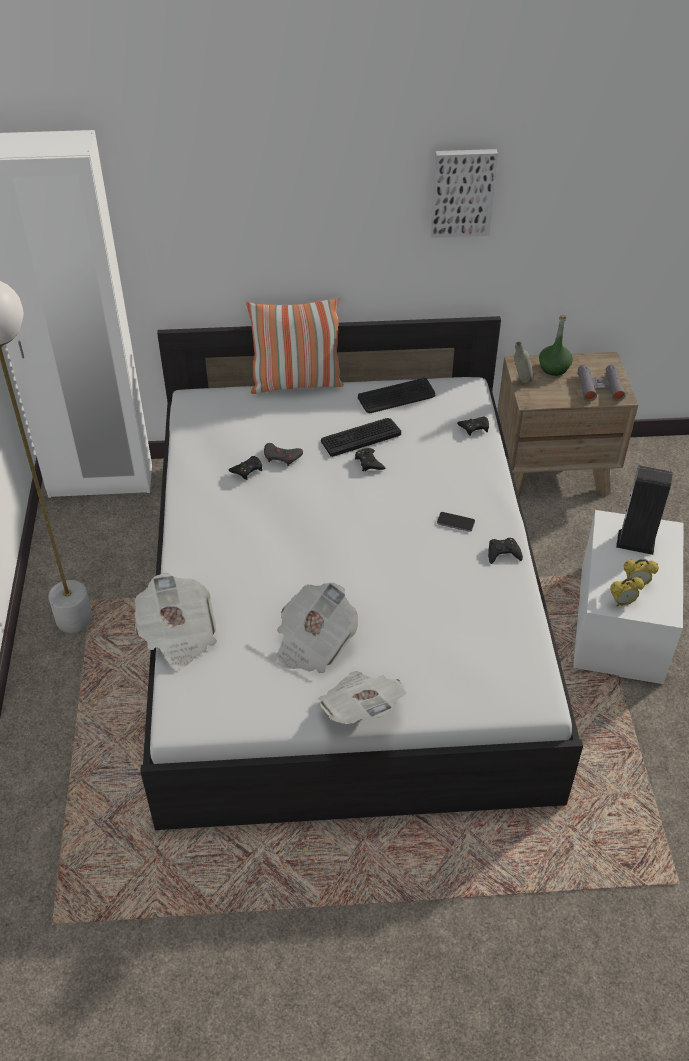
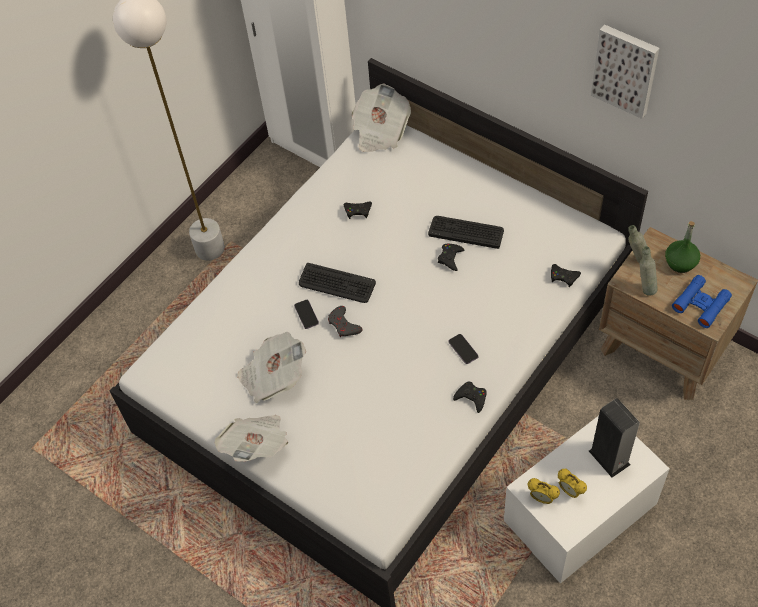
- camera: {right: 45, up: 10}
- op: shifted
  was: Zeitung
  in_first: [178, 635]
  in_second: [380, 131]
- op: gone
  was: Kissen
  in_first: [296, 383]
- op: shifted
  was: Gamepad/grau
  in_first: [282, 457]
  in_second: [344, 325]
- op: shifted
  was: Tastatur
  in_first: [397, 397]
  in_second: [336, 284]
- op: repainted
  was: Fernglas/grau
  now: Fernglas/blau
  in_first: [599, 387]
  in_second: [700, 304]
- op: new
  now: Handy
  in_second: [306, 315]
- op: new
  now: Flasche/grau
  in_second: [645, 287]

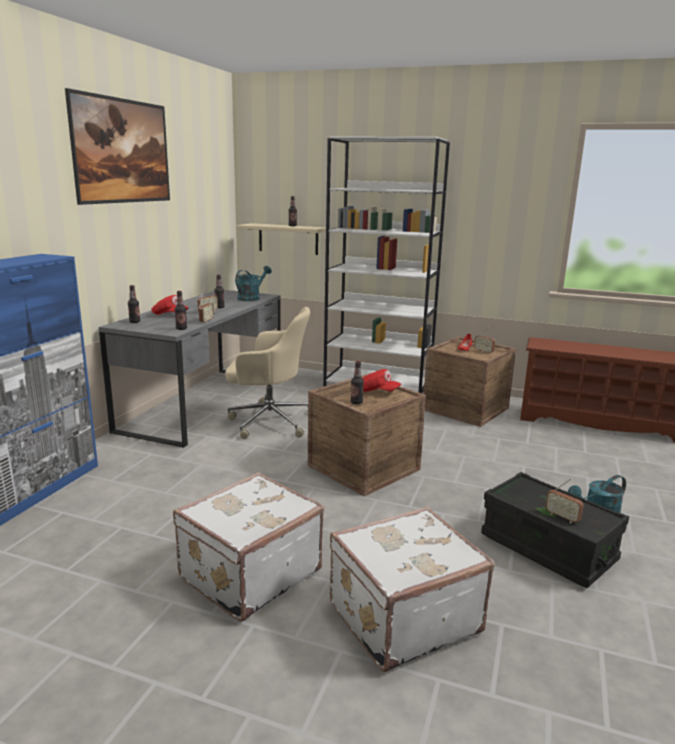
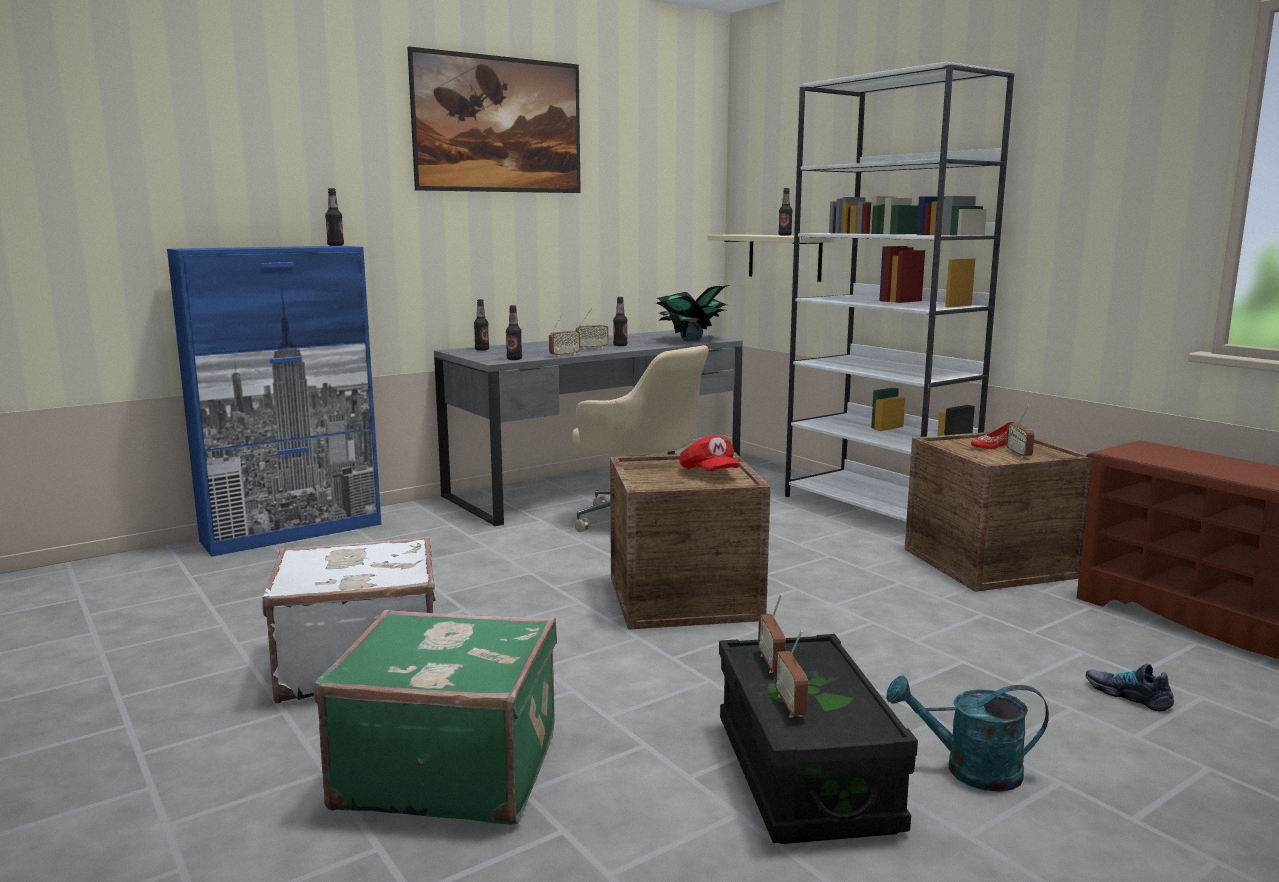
- camera: {right: 35, up: -5}
- op: gone
  was: Kappe/rot
  in_first: [170, 315]
- op: swapped
  was: Gießkanne/türkis
  now: Topfpflanze
  in_first: [251, 298]
  in_second: [690, 340]
- op: repainted
  was: Koffer/weiß
  now: Koffer/grün
  in_first: [402, 617]
  in_second: [449, 769]
- op: shifted
  was: Flasche
  in_first: [356, 402]
  in_second: [335, 245]
- op: new
  now: Radio
  in_second: [771, 663]
- op: new
  now: Schuh
  in_second: [1128, 695]

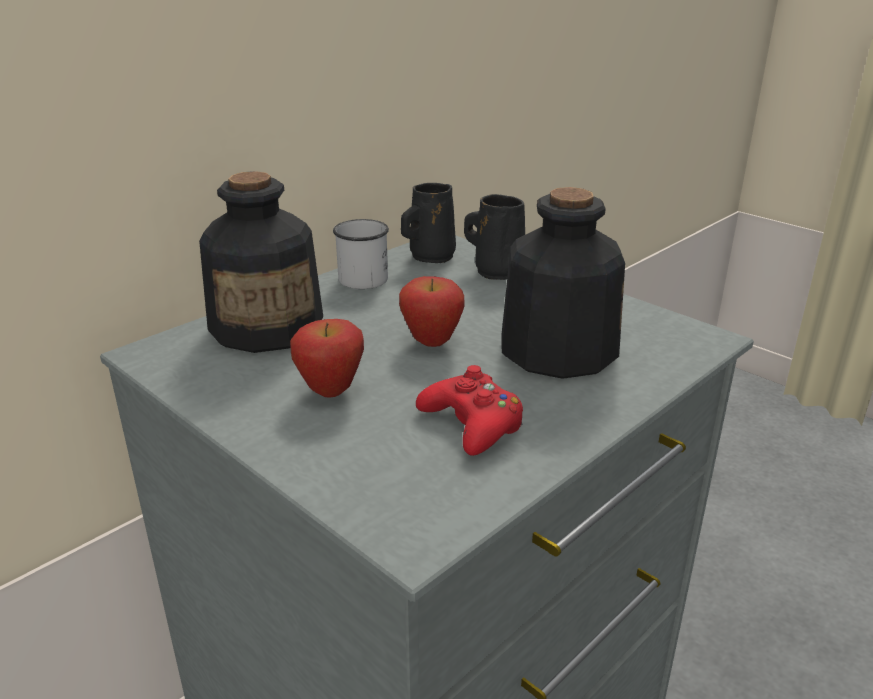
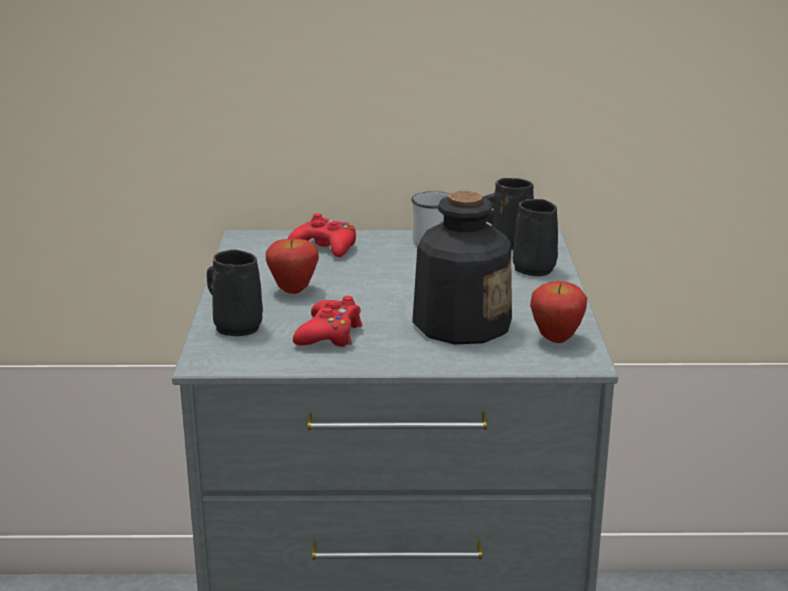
- camera: {right: 45, up: -5}
- op: swapped
  was: Flasche
  now: Gamepad/rot
  in_first: [267, 326]
  in_second: [325, 247]
- op: shifted
  was: Apfel
  in_first: [431, 343]
  in_second: [556, 339]
- op: new
  now: Henkelbecher/schwarz
  in_second: [236, 326]

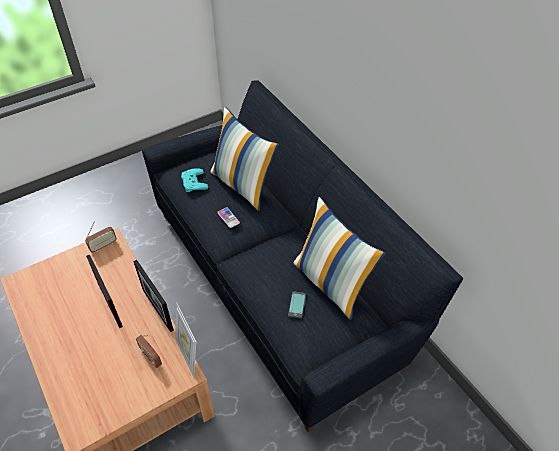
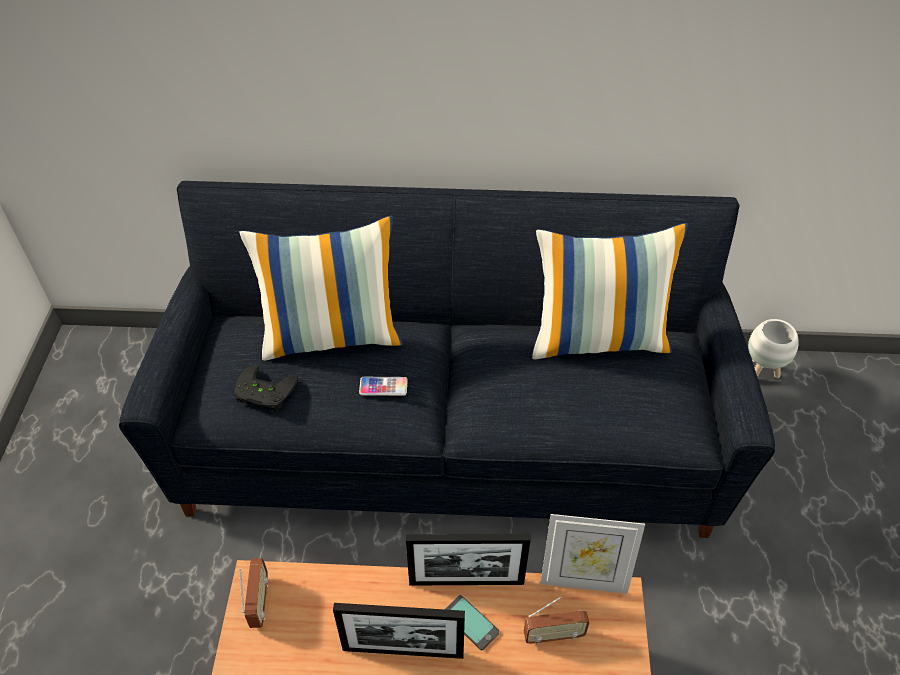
- camera: {right: -55, up: 0}
- op: repainted
  was: Gamepad/türkis
  now: Gamepad/schwarz
  in_first: [192, 182]
  in_second: [263, 394]
- op: shifted
  was: Handy
  in_first: [297, 305]
  in_second: [471, 622]
- op: new
  now: Pflanzkübel/weiß
  in_second: [761, 372]

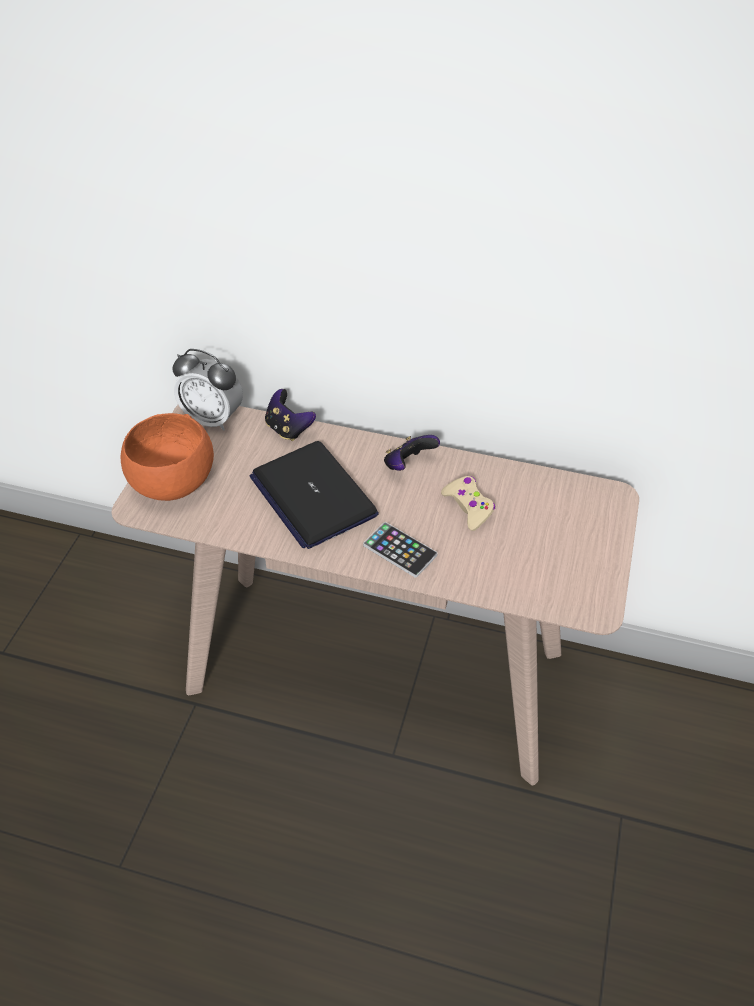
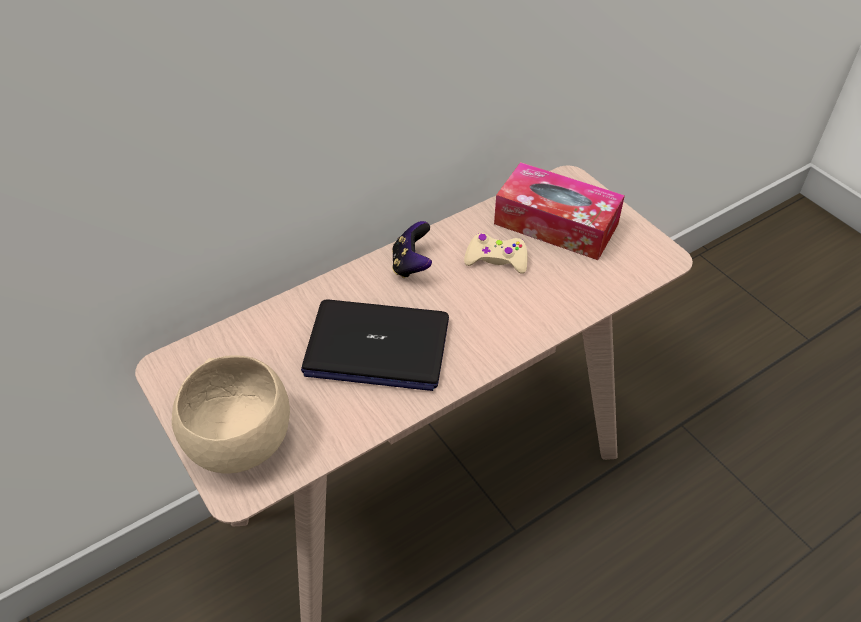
- camera: {right: -50, up: 0}
- op: repainted
  was: Schüssel/orange
  now: Schüssel/beige
  in_first: [172, 484]
  in_second: [241, 443]
- op: gone
  was: Wecker
  in_first: [213, 419]
- op: gone
  was: Gamepad
  in_first: [288, 429]
- op: gone
  was: Handy
  in_first: [400, 550]
- op: new
  now: Taschentuchbox
  in_second: [556, 224]

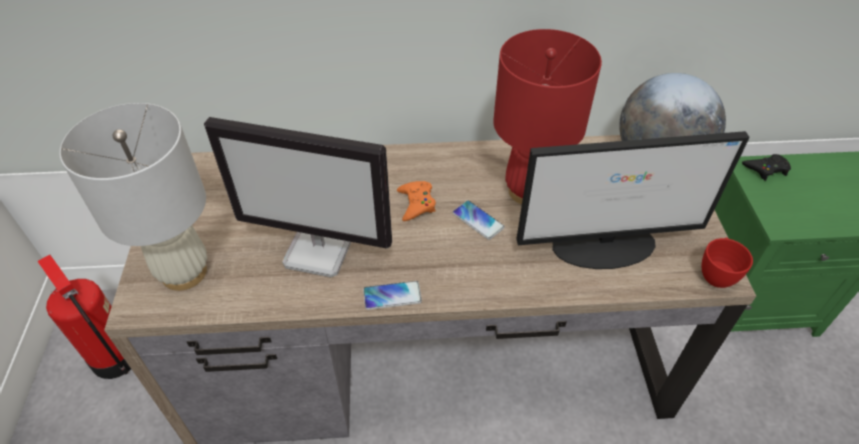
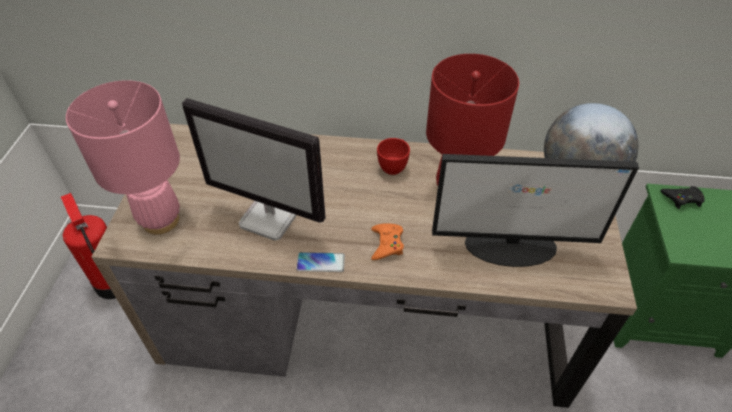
- camera: {right: 10, up: 0}
- op: repainted
  was: Tischlampe/weiß
  now: Tischlampe/rosa
  in_first: [183, 272]
  in_second: [160, 220]
- op: shifted
  was: Gamepad/orange
  in_first: [416, 203]
  in_second: [387, 244]
- op: gone
  was: Handy
  in_first: [478, 220]
- op: shifted
  was: Tasse/rot
  in_first: [716, 273]
  in_second: [394, 166]

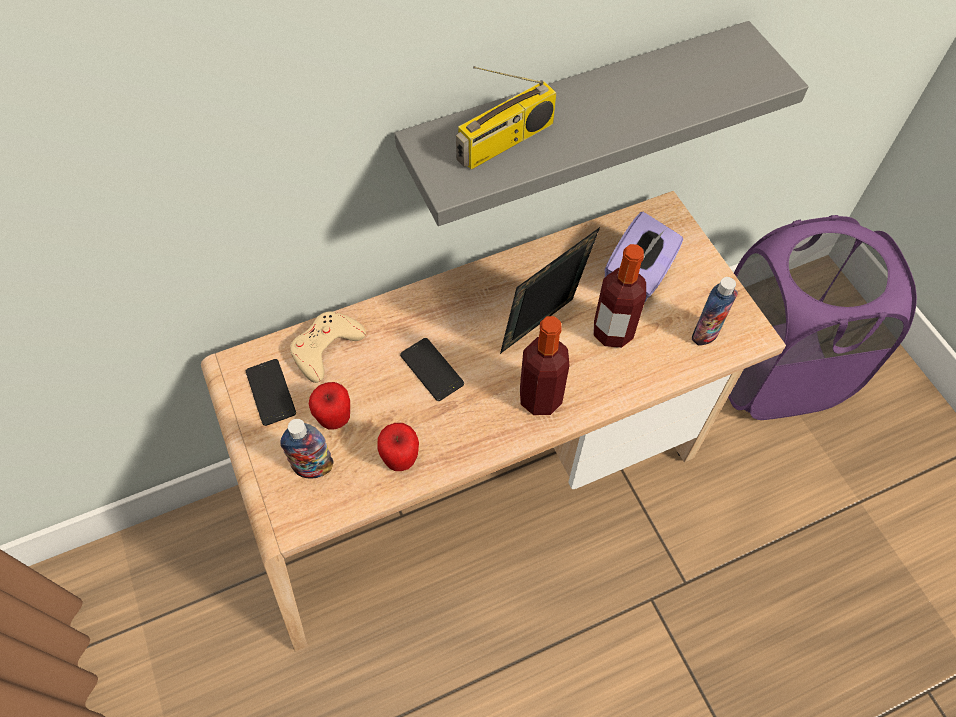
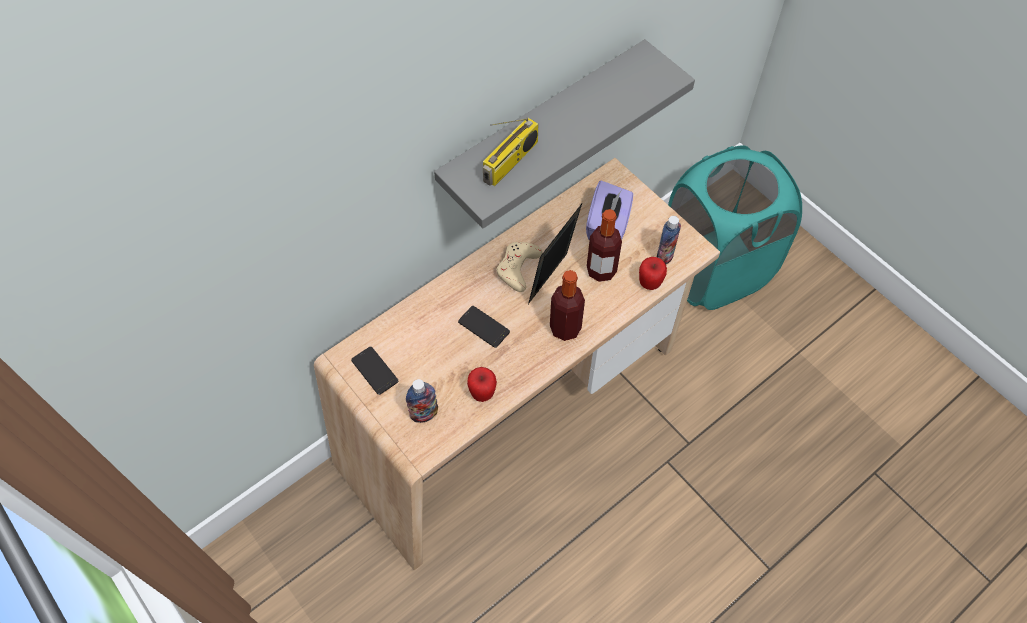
- camera: {right: -15, up: 0}
- op: shifted
  was: Gamepad/beige
  in_first: [326, 348]
  in_second: [518, 268]
- op: shifted
  was: Apfel
  in_first: [334, 418]
  in_second: [650, 283]
- op: repainted
  was: Wäschekorb/lila
  now: Wäschekorb/türkis
  in_first: [774, 371]
  in_second: [714, 270]

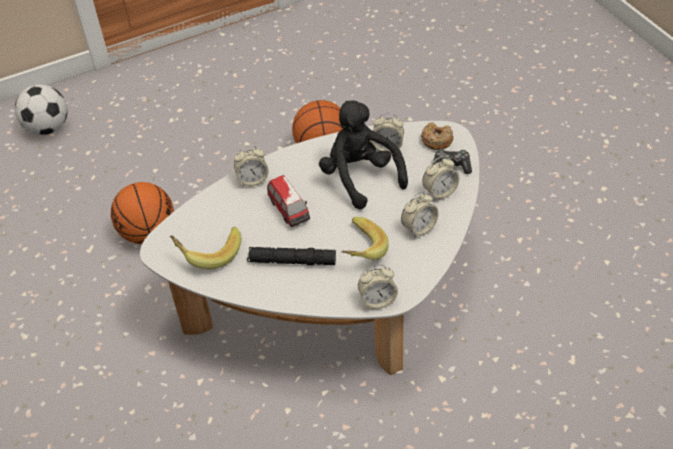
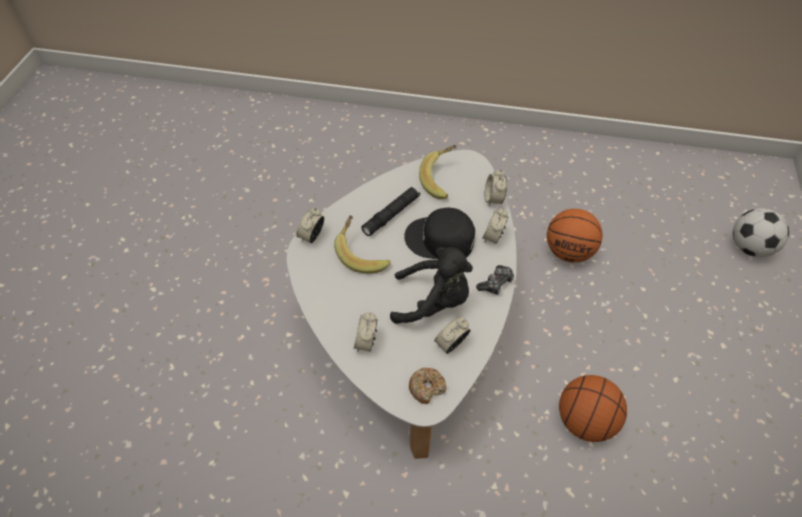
- camera: {right: 125, up: 5}
- op: swapped
  was: Spielzeugauto
  now: Kappe/schwarz
  in_first: [289, 210]
  in_second: [440, 240]
- op: shifted
  was: Wecker
  in_first: [419, 228]
  in_second: [493, 199]
- op: shifted
  was: Gamepad
  in_first: [451, 166]
  in_second: [496, 283]

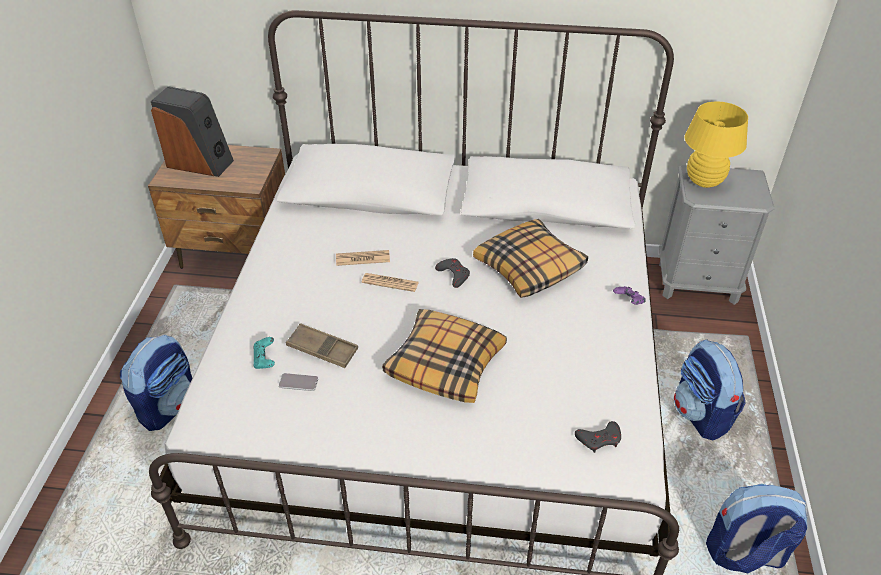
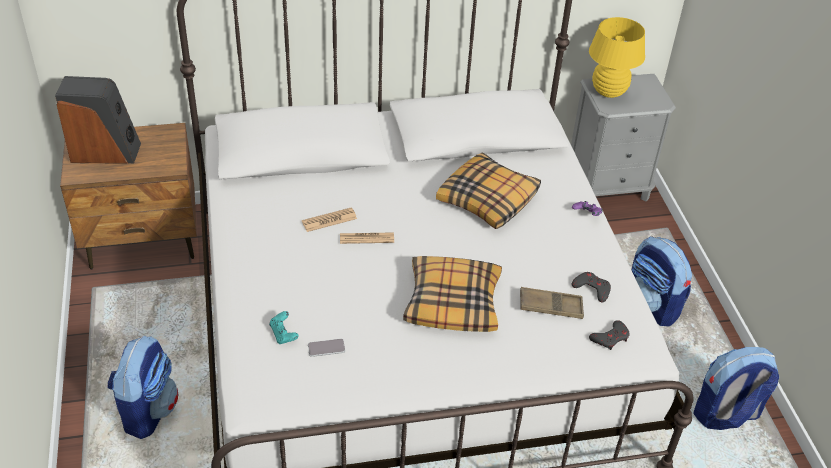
- camera: {right: -20, up: 0}
- op: shifted
  was: Tablett/braun
  in_first: [322, 349]
  in_second: [550, 306]
- op: shifted
  was: Gamepad/grau
  in_first: [453, 274]
  in_second: [592, 289]

